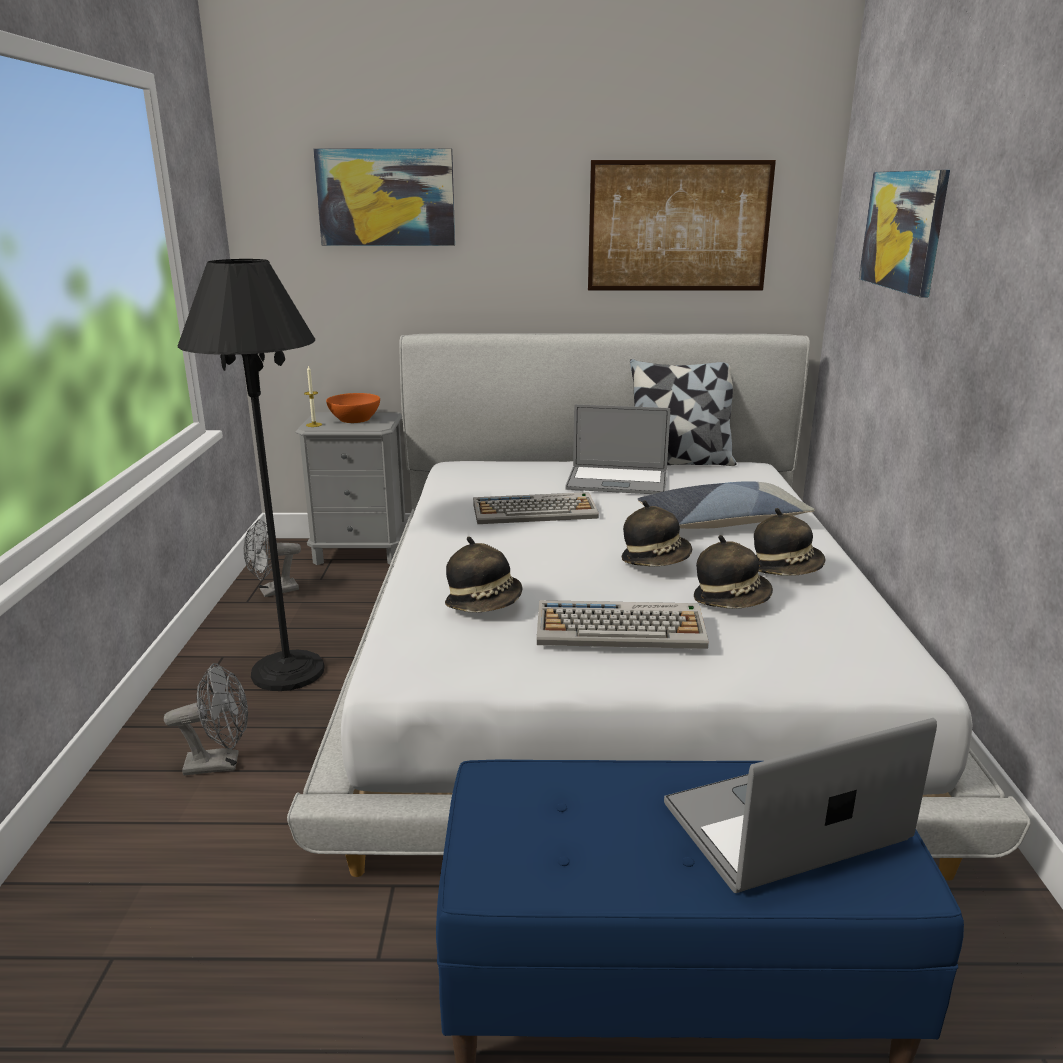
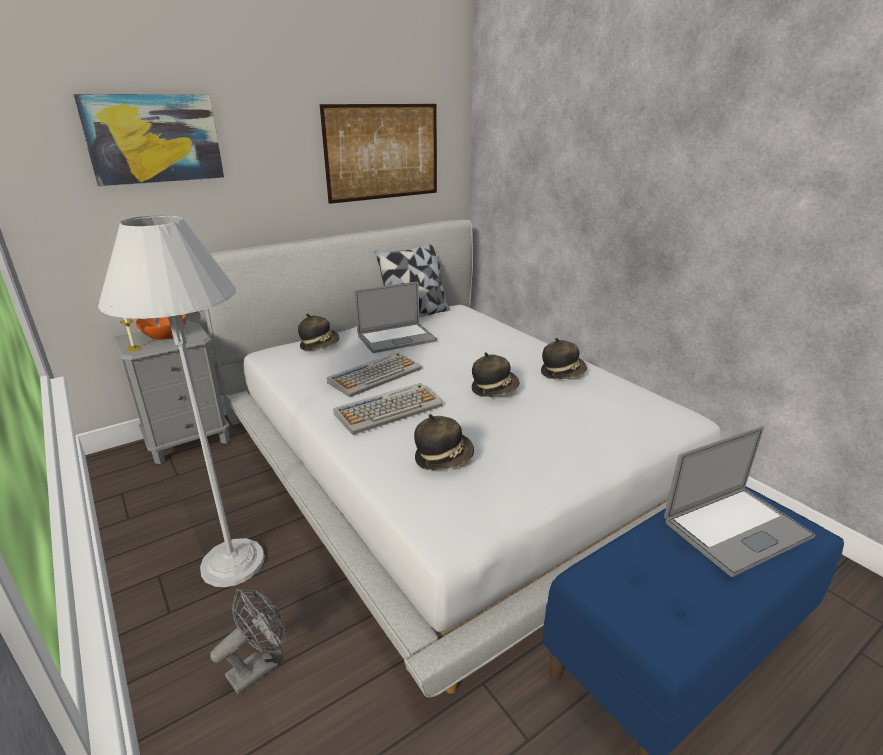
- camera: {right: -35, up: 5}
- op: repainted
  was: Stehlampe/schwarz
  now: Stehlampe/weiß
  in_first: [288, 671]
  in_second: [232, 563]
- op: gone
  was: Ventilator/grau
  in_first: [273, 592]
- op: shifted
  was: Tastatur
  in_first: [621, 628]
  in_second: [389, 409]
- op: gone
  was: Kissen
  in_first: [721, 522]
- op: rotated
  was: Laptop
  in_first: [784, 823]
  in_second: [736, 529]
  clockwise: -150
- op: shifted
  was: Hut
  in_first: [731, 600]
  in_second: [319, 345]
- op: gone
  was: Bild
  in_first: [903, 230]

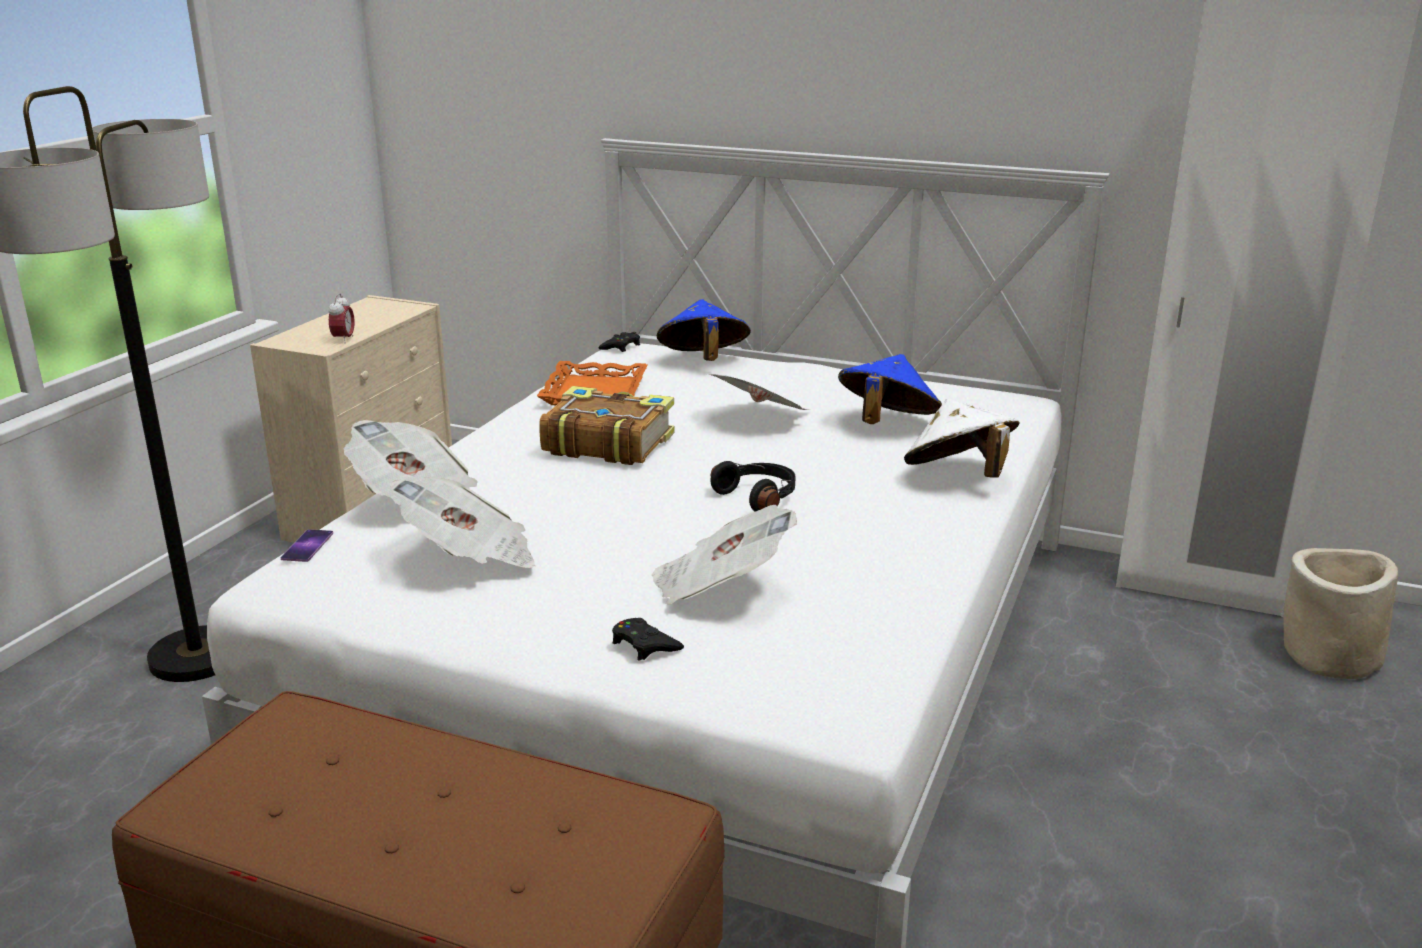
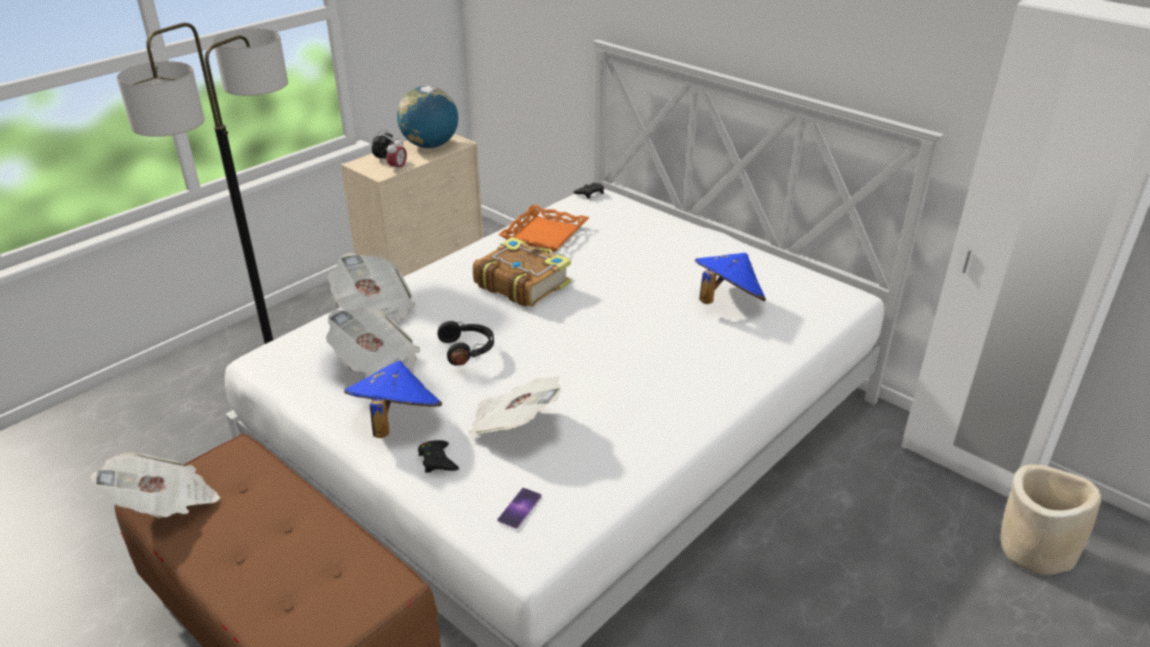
- camera: {right: 20, up: 10}
- op: shifted
  was: Handy
  in_first: [307, 546]
  in_second: [520, 508]
- op: shifted
  was: Hut/blau
  in_first: [703, 361]
  in_second: [396, 421]
- op: shifted
  was: Kopfhörer/schwarz
  in_first: [759, 497]
  in_second: [468, 350]
- op: shifted
  was: Zeitung
  in_first: [761, 420]
  in_second: [165, 504]
- op: gone
  was: Hut/weiß
  in_first: [958, 476]
- op: new
  now: Wecker
  in_second: [385, 159]
- op: new
  now: Globus
  in_second: [430, 145]

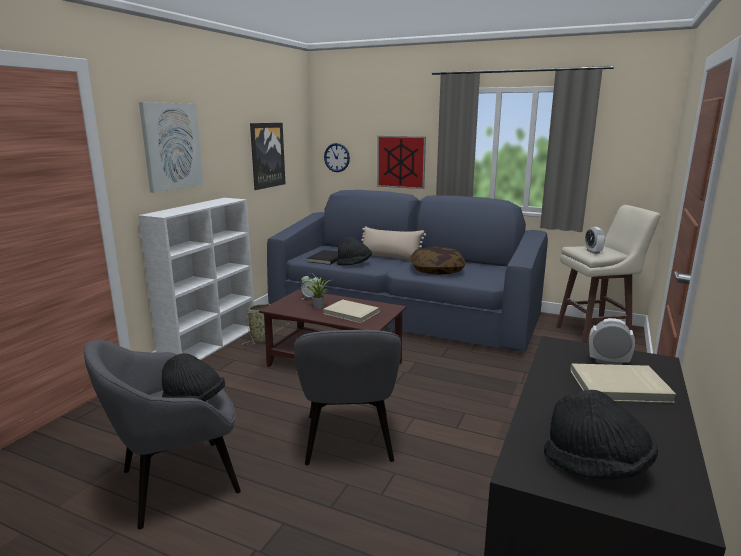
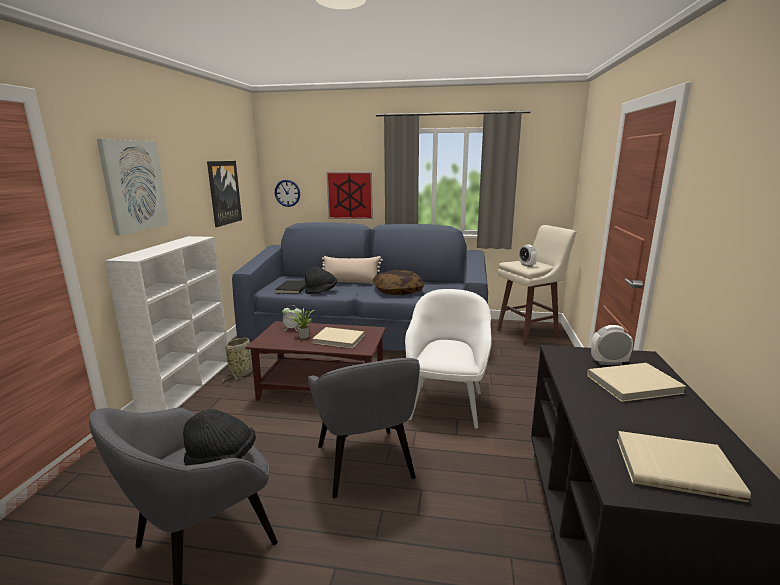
- camera: {right: -15, up: 0}
- op: swapped
  was: Hut/schwarz
  now: Buch/beige
  in_first: [596, 465]
  in_second: [675, 467]
- op: new
  now: Sessel/weiß
  in_second: [446, 404]

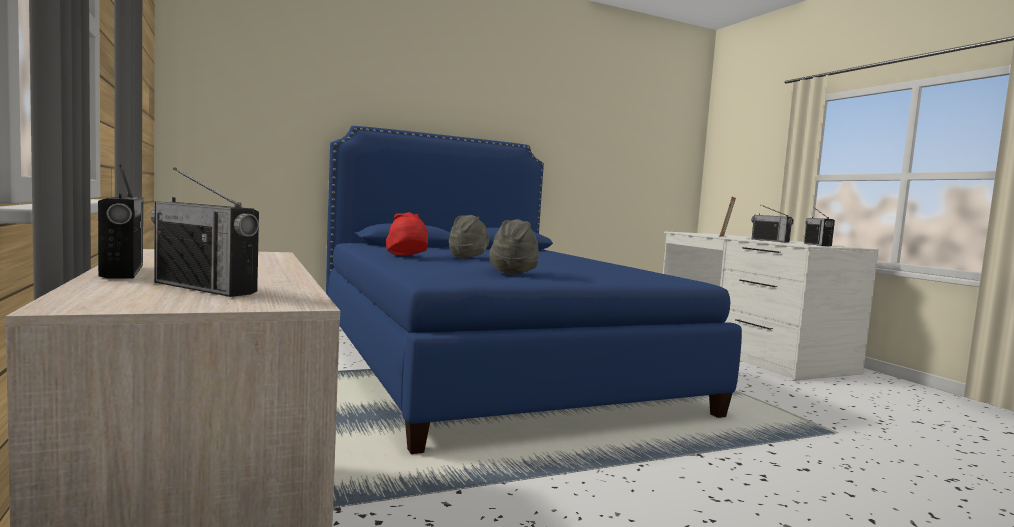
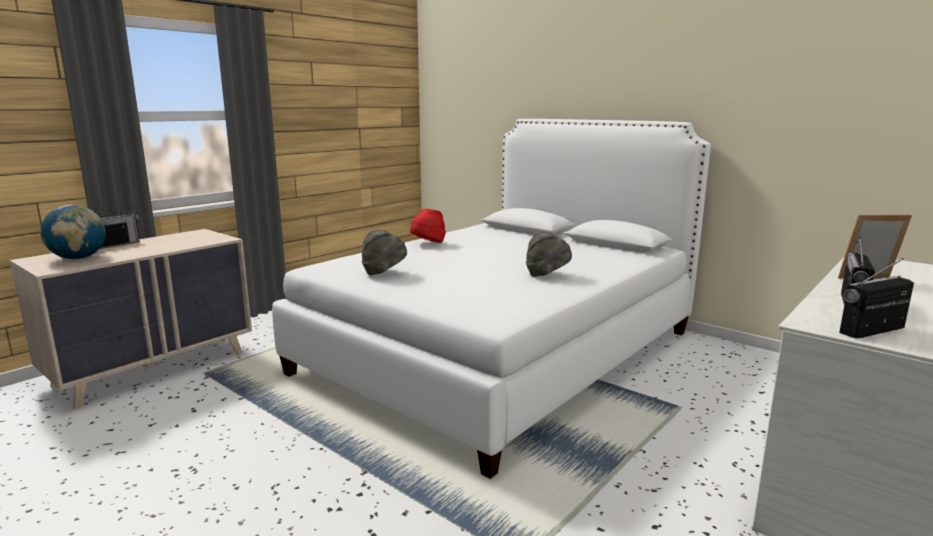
- camera: {right: 65, up: 10}
- op: swapped
  was: Radio
  now: Globus
  in_first: [204, 288]
  in_second: [78, 258]
- op: repainted
  was: Bett/blau
  now: Bett/weiß
  in_first: [489, 364]
  in_second: [501, 351]
- op: shifted
  was: Hut/grau
  in_first: [468, 257]
  in_second: [547, 275]

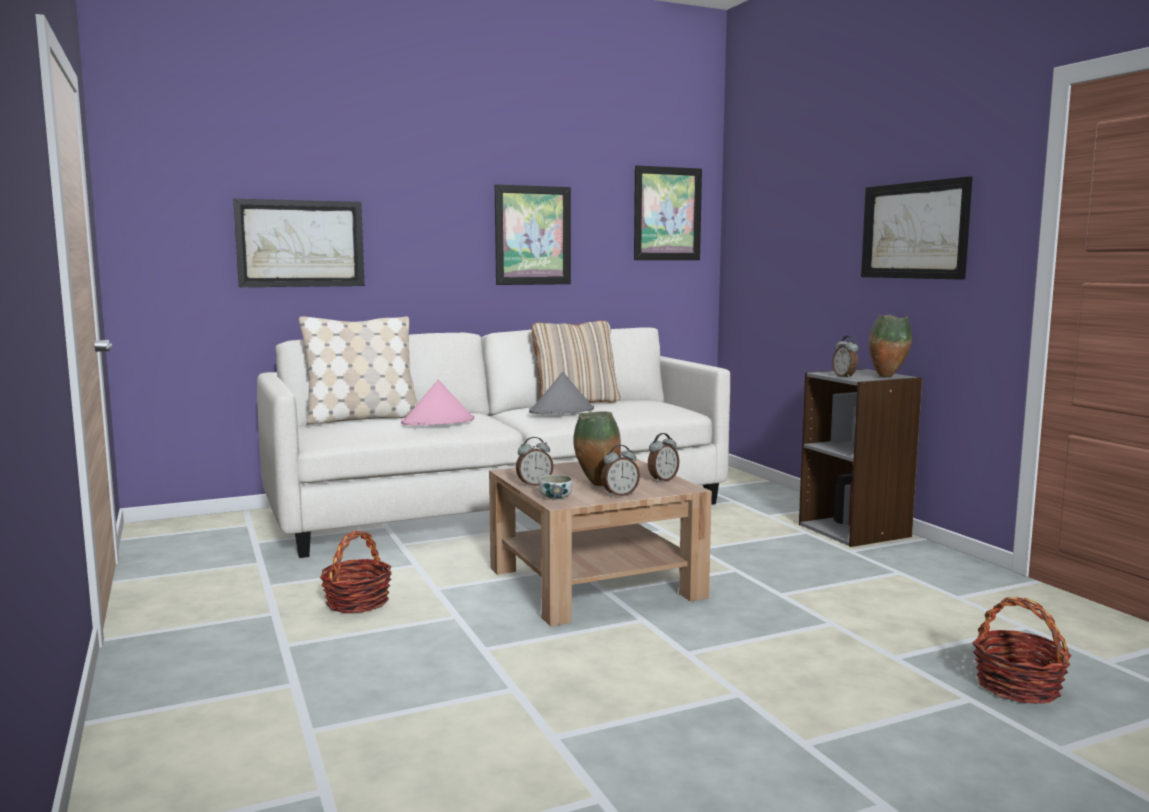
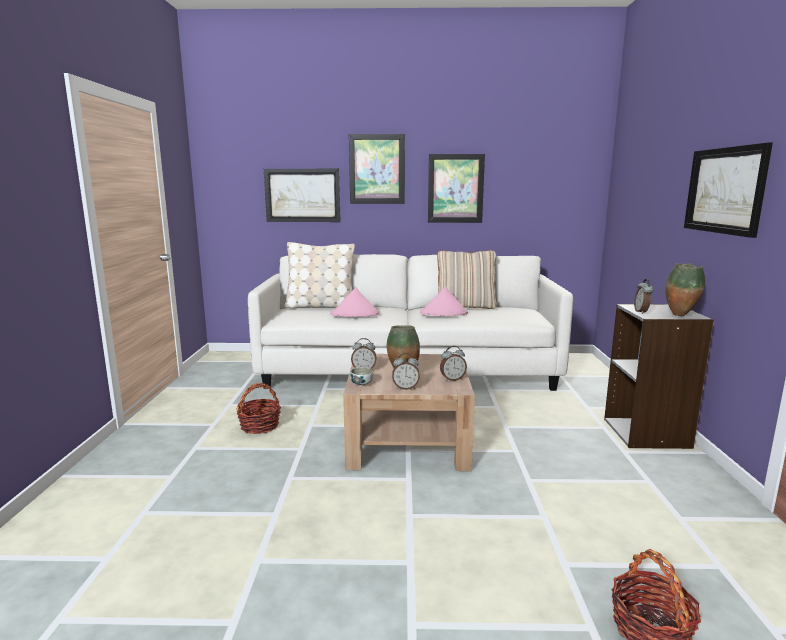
- camera: {right: 25, up: 5}
- op: repainted
  was: Hut/grau
  now: Hut/rosa
  in_first: [562, 411]
  in_second: [444, 313]
- op: shifted
  was: Bild
  in_first: [667, 214]
  in_second: [377, 169]

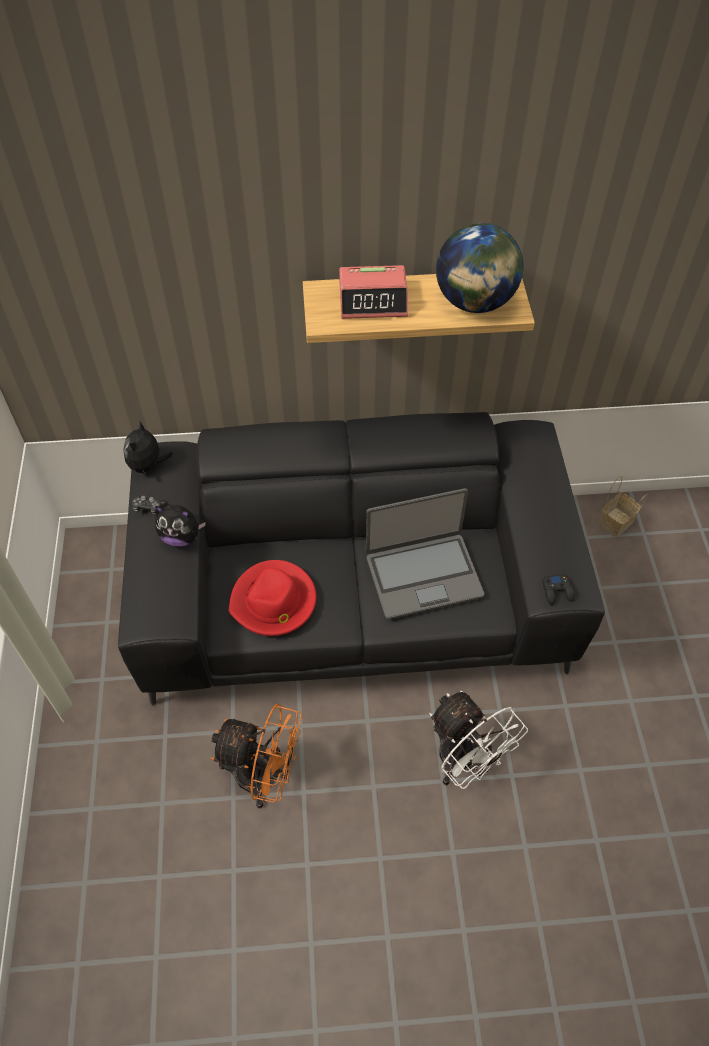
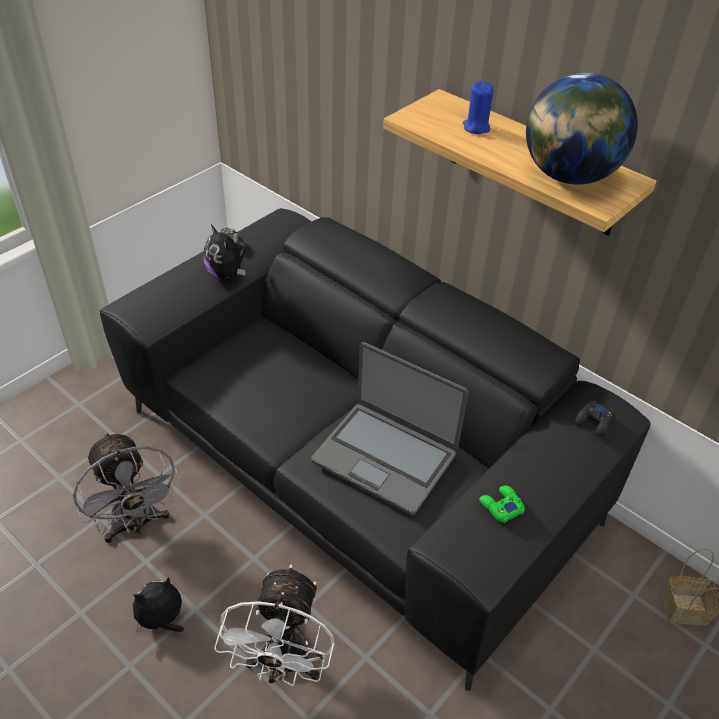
- camera: {right: 45, up: -10}
- op: shifted
  was: Plüschtier
  in_first: [148, 466]
  in_second: [162, 620]
- op: repainted
  was: Ventilator/orange
  now: Ventilator/grau
  in_first: [264, 777]
  in_second: [136, 524]
- op: gone
  was: Hut/rot
  in_first: [274, 601]
- op: swapped
  was: Wecker
  now: Kerze/blau
  in_first: [373, 300]
  in_second: [476, 127]
- op: shifted
  was: Gamepad/schwarz
  in_first: [557, 591]
  in_second: [594, 422]
- op: new
  now: Gamepad/grün
  in_second: [501, 506]

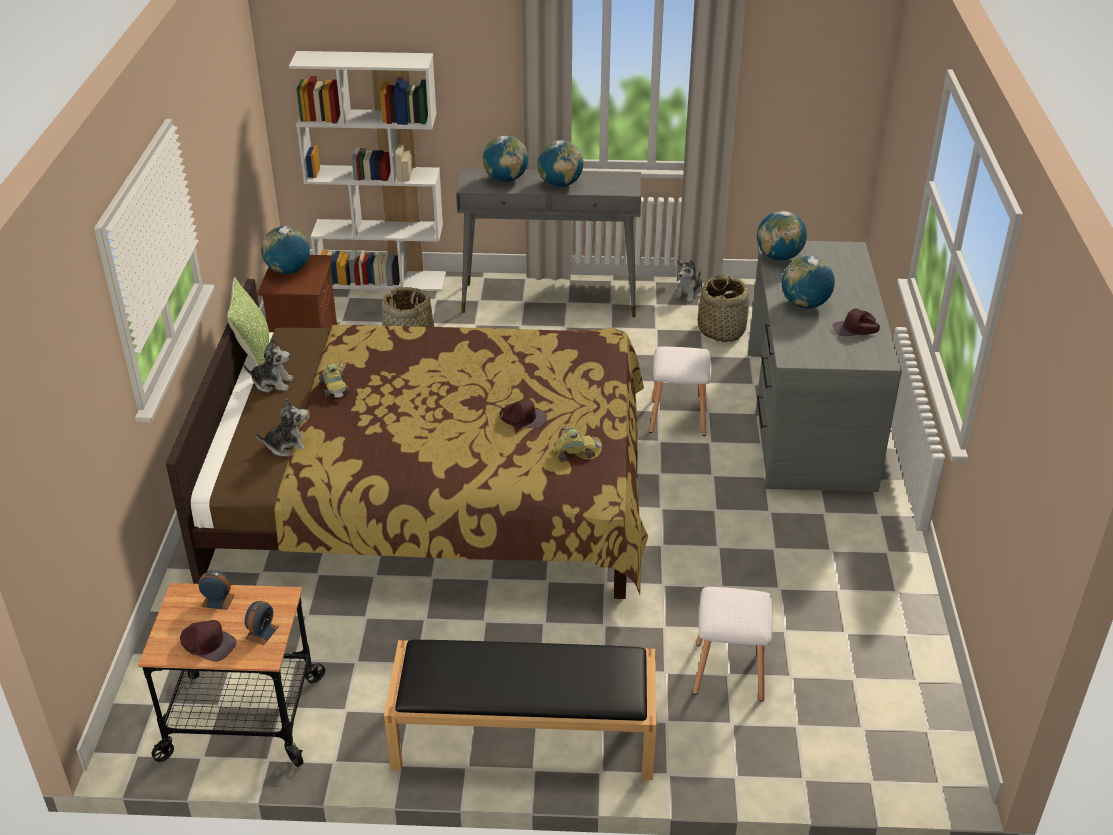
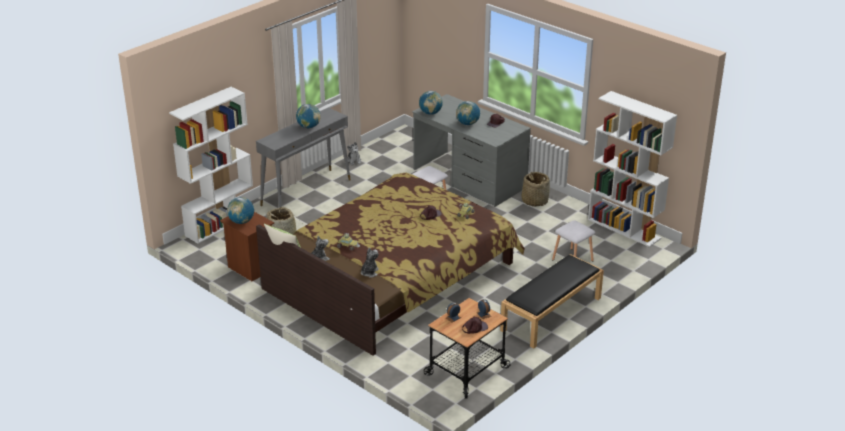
- camera: {right: -50, up: -5}
- op: gone
  was: Globus
  in_first: [505, 179]
- op: shifted
  was: Korb
  in_first: [722, 330]
  in_second: [534, 201]
- op: new
  now: Bücherregal/weiß
  in_second: [624, 229]

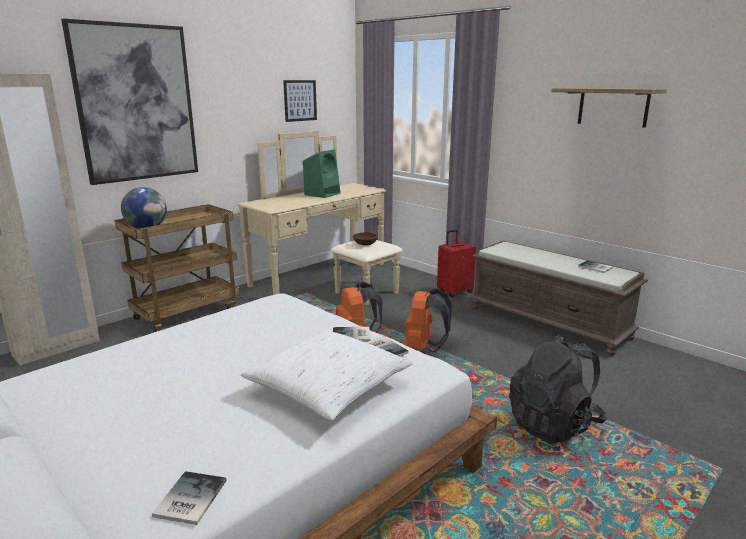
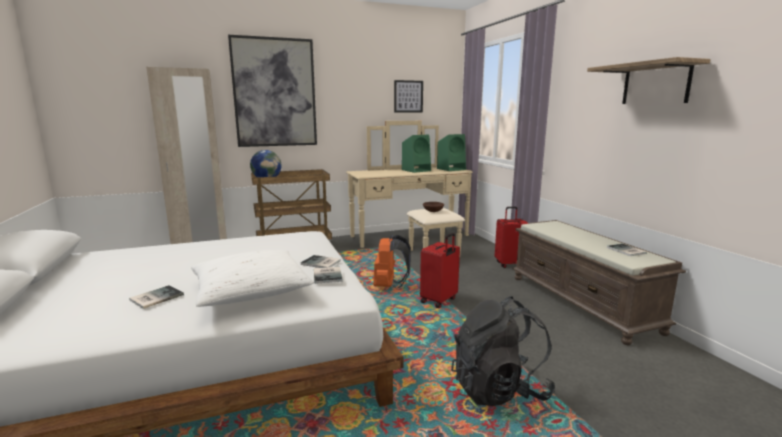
- camera: {right: 25, up: -5}
- op: shifted
  was: Buch
  in_first: [188, 499]
  in_second: [155, 297]
- op: swapped
  was: Rucksack/orange
  now: Koffer/rot
  in_first: [424, 348]
  in_second: [439, 300]
- op: new
  now: Lautsprecher/grün
  in_second: [451, 169]

